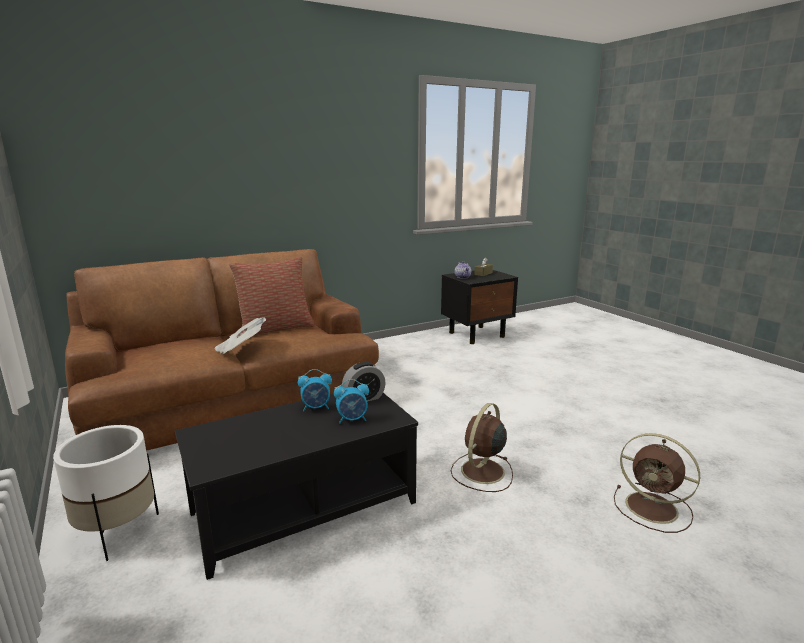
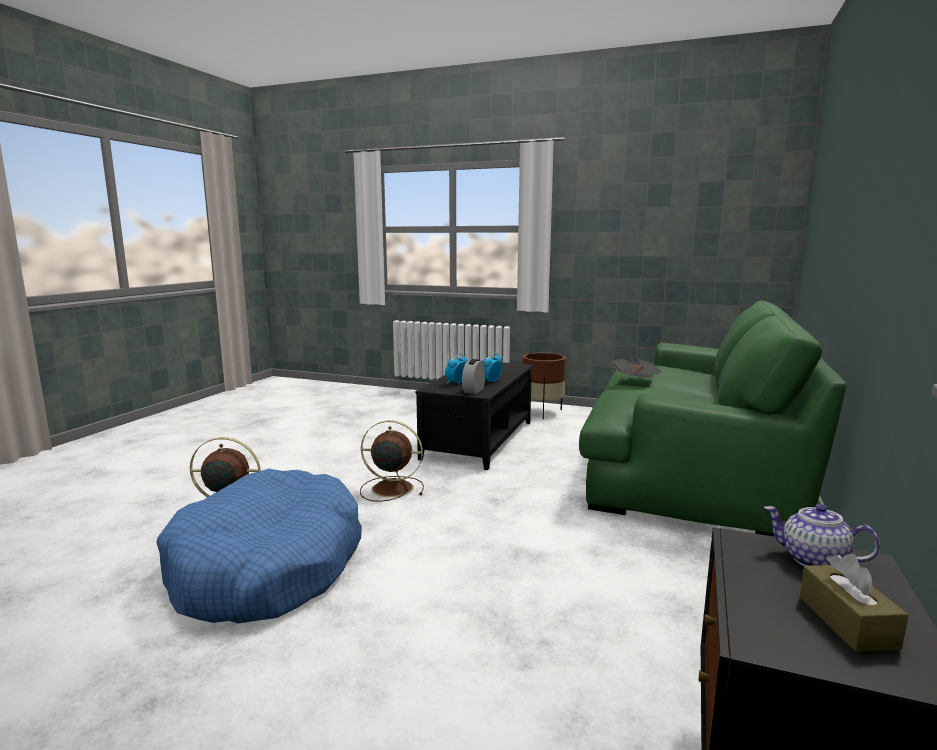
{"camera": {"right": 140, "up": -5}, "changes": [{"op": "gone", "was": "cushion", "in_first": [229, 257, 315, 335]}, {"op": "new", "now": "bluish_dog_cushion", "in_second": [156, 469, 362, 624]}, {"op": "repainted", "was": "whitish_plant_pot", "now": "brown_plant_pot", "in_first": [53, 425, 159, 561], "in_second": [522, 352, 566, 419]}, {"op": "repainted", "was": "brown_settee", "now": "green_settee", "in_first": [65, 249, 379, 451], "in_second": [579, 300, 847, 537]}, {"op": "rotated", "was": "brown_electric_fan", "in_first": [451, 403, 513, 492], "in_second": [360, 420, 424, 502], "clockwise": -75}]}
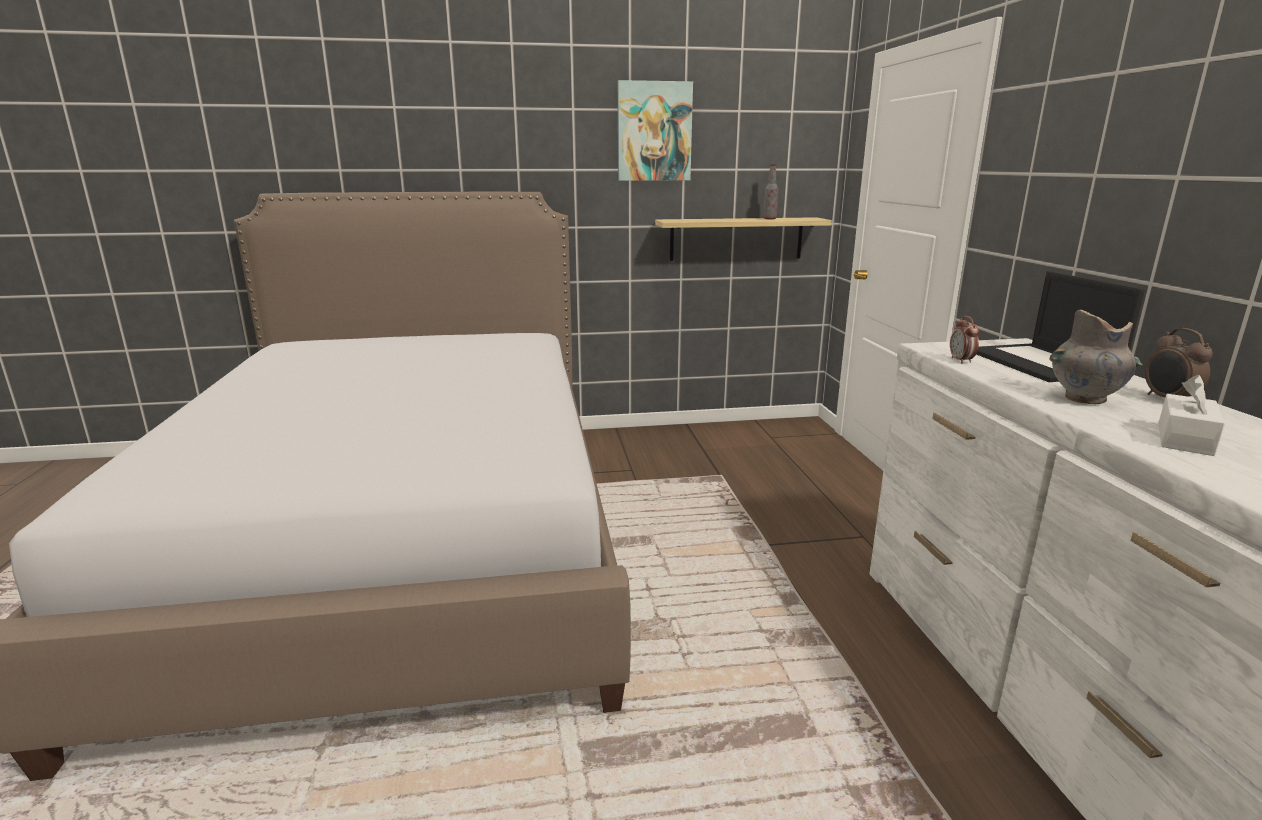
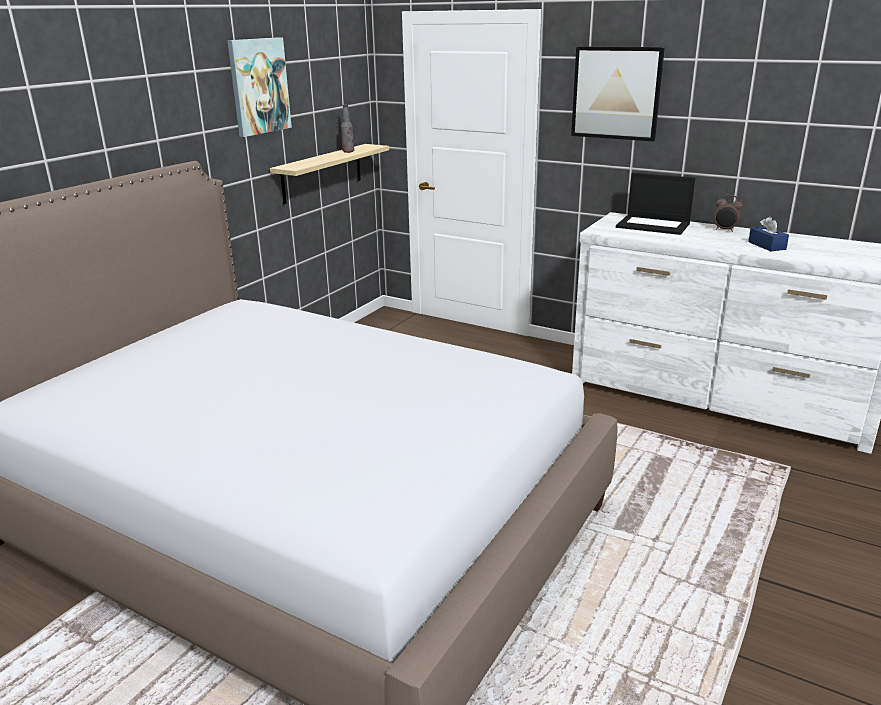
{"camera": {"right": -50, "up": 5}, "changes": [{"op": "gone", "was": "table_clock", "in_first": [950, 316, 979, 364]}, {"op": "gone", "was": "grey_vase", "in_first": [1050, 310, 1143, 404]}, {"op": "new", "now": "wall_art", "in_second": [571, 47, 665, 142]}, {"op": "repainted", "was": "whitish_tissue_holder", "now": "bluish_tissue_holder", "in_first": [1158, 375, 1225, 456], "in_second": [748, 217, 789, 251]}]}
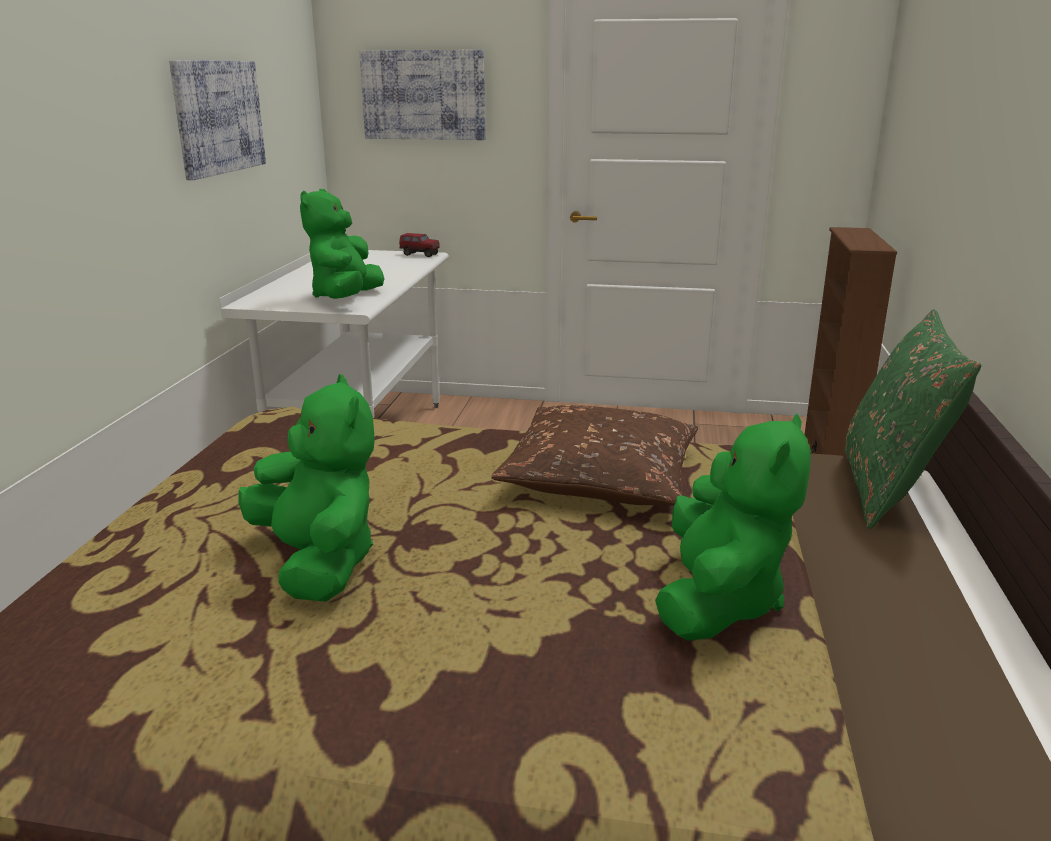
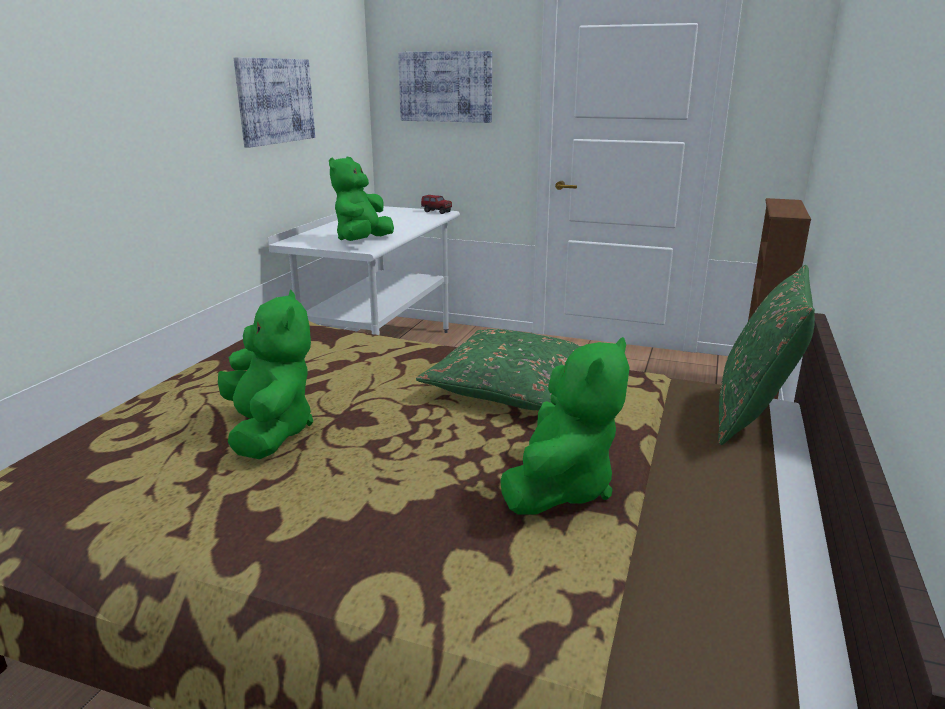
{"camera": {"right": 10, "up": 0}, "changes": [{"op": "repainted", "was": "brown_cushion", "now": "green_cushion", "in_first": [491, 405, 698, 506], "in_second": [416, 329, 581, 410]}]}
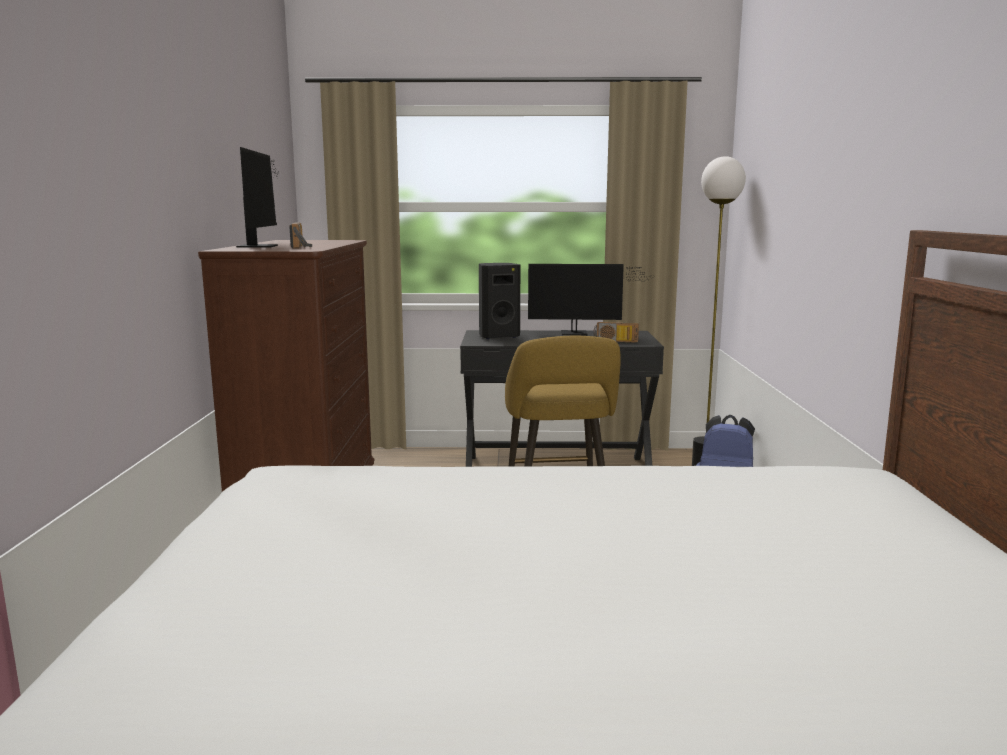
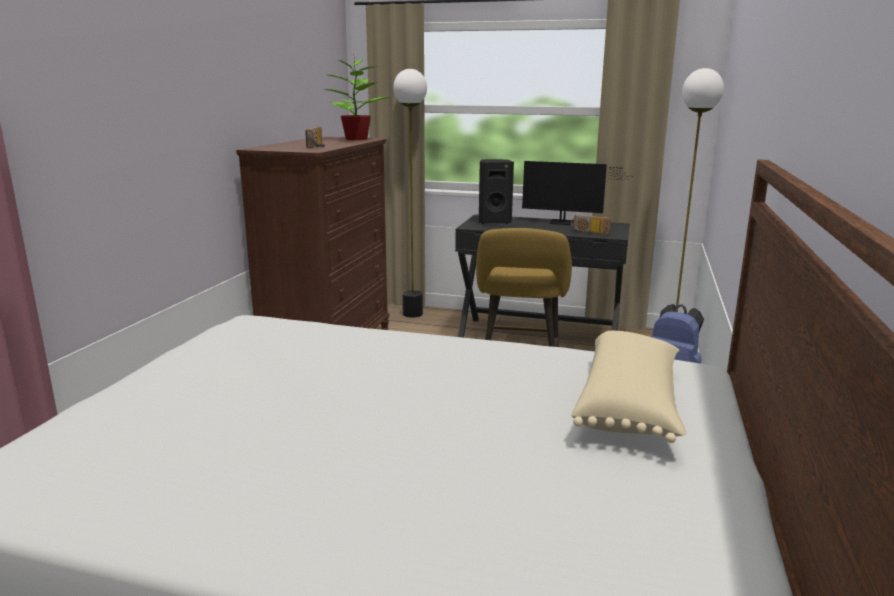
{"camera": {"right": 15, "up": 5}, "changes": [{"op": "gone", "was": "computer_display", "in_first": [236, 147, 278, 248]}, {"op": "new", "now": "houseplant", "in_second": [324, 54, 390, 140]}, {"op": "new", "now": "standard_lamp", "in_second": [393, 69, 427, 318]}, {"op": "new", "now": "sand-coloured_cushion", "in_second": [571, 331, 686, 443]}]}
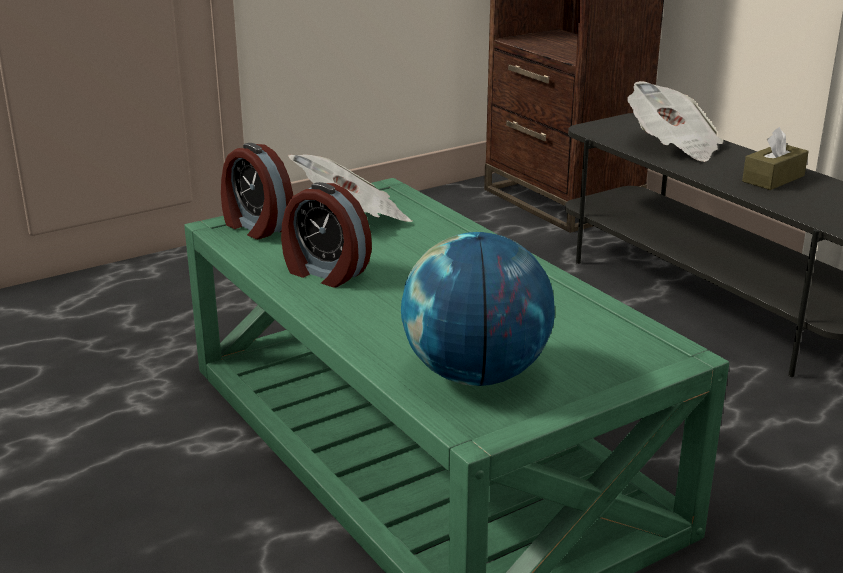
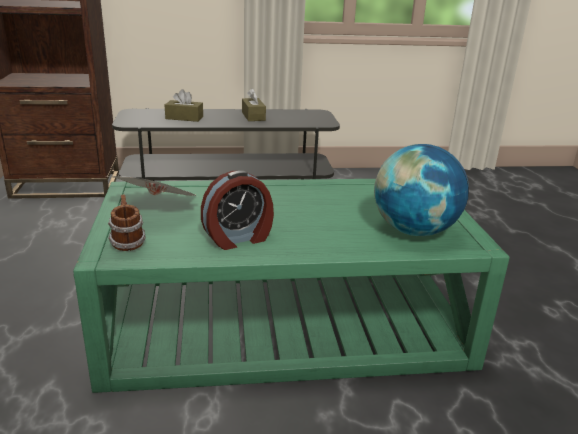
{"camera": {"right": -65, "up": 0}, "changes": [{"op": "swapped", "was": "table_clock", "now": "tea_mug", "in_first": [221, 143, 293, 239], "in_second": [108, 194, 146, 251]}, {"op": "swapped", "was": "newspaper", "now": "brown_tissue_holder", "in_first": [627, 81, 723, 162], "in_second": [165, 89, 203, 122]}]}
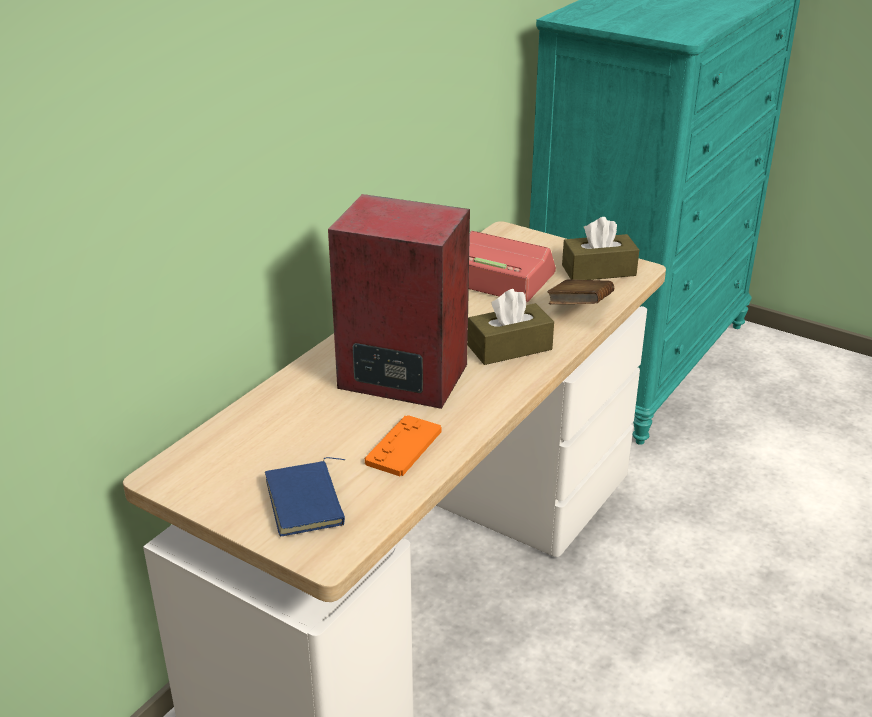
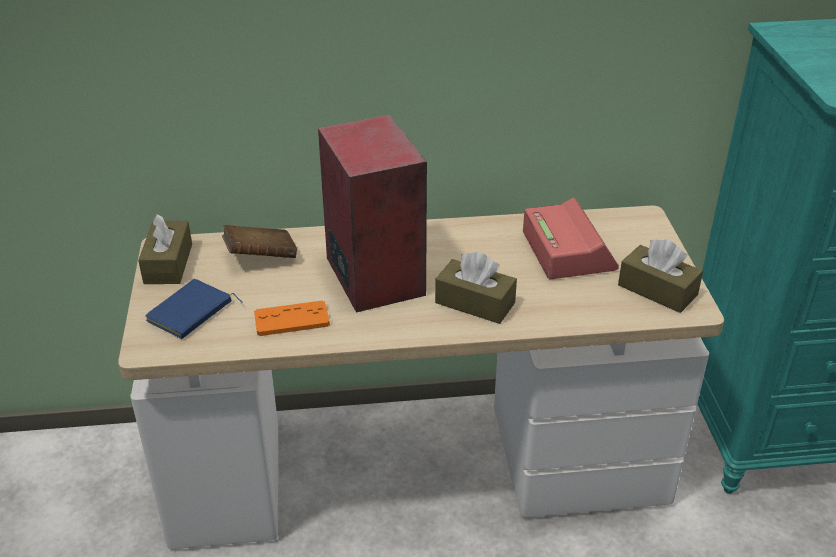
{"camera": {"right": 50, "up": 5}, "changes": [{"op": "new", "now": "brown_tissue_holder", "in_second": [138, 214, 192, 284]}, {"op": "shifted", "was": "brown_book", "in_first": [547, 279, 614, 304], "in_second": [222, 225, 297, 258]}]}
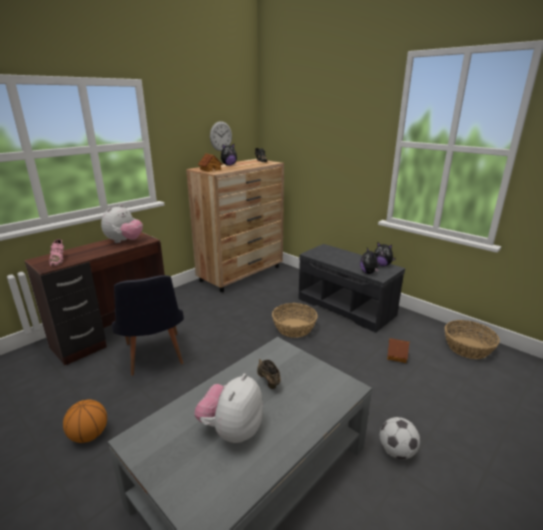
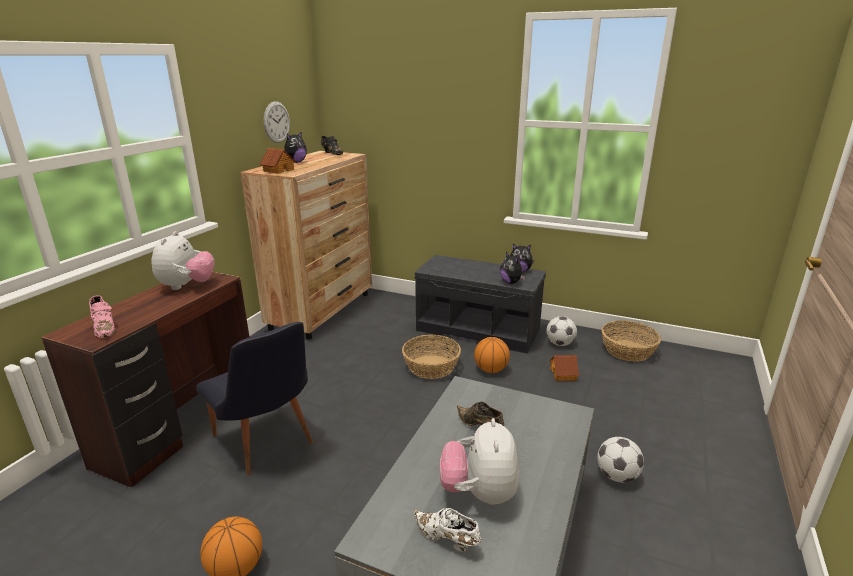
{"camera": {"right": -20, "up": 0}, "changes": [{"op": "new", "now": "whitish_shoe", "in_second": [414, 508, 481, 552]}, {"op": "new", "now": "basketball_ball", "in_second": [474, 337, 510, 373]}, {"op": "new", "now": "football_ball", "in_second": [546, 316, 577, 346]}]}
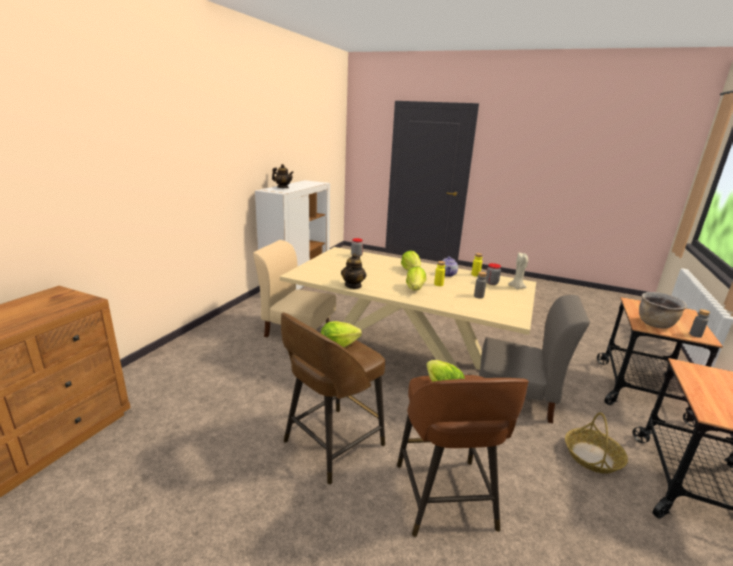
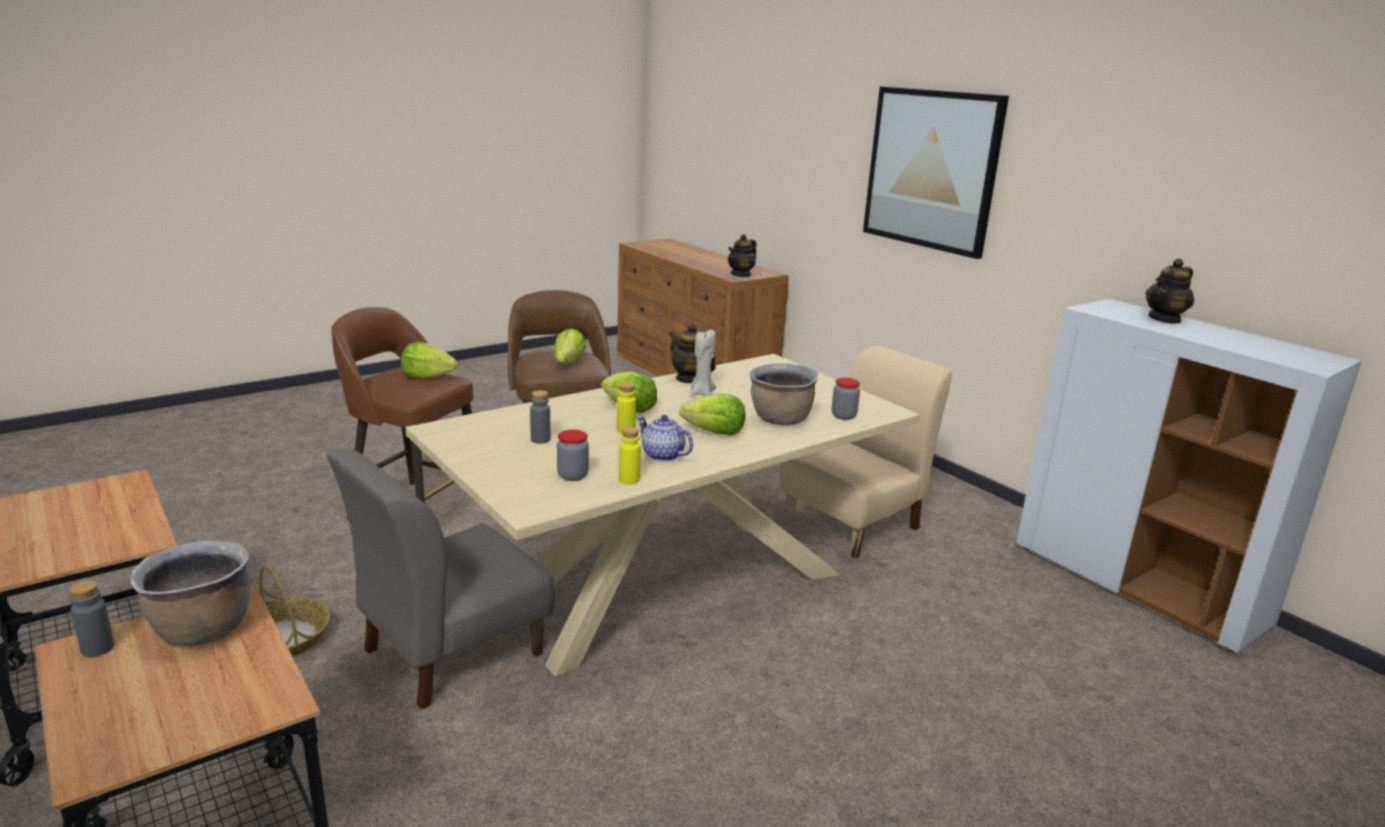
{"camera": {"right": 120, "up": 0}, "changes": [{"op": "new", "now": "tea_pot", "in_second": [728, 234, 757, 277]}, {"op": "new", "now": "brown_cooking_pot", "in_second": [750, 363, 818, 425]}, {"op": "new", "now": "wall_art", "in_second": [863, 87, 1009, 259]}, {"op": "shifted", "was": "sand-coloured_wax_light", "in_first": [508, 253, 528, 289], "in_second": [690, 330, 716, 396]}]}
